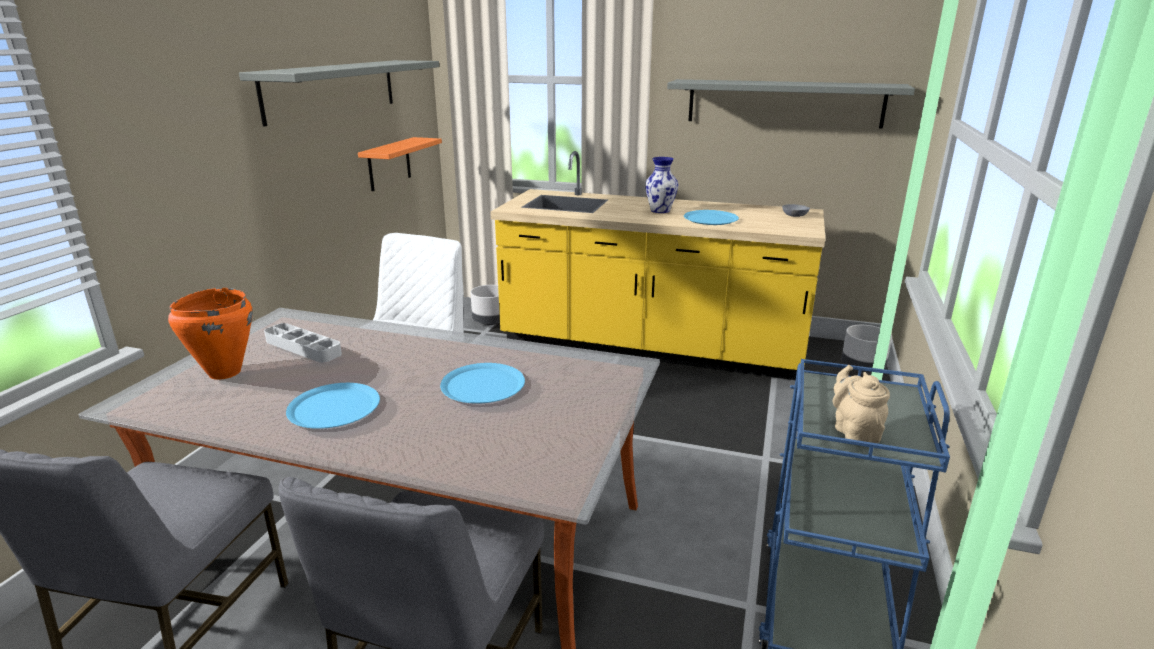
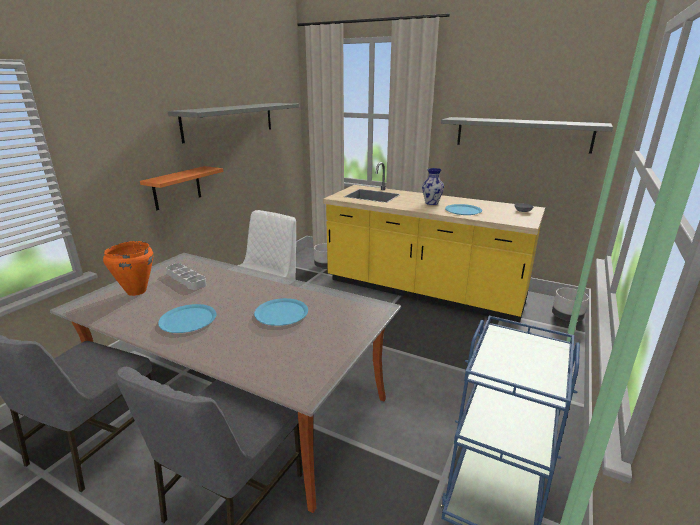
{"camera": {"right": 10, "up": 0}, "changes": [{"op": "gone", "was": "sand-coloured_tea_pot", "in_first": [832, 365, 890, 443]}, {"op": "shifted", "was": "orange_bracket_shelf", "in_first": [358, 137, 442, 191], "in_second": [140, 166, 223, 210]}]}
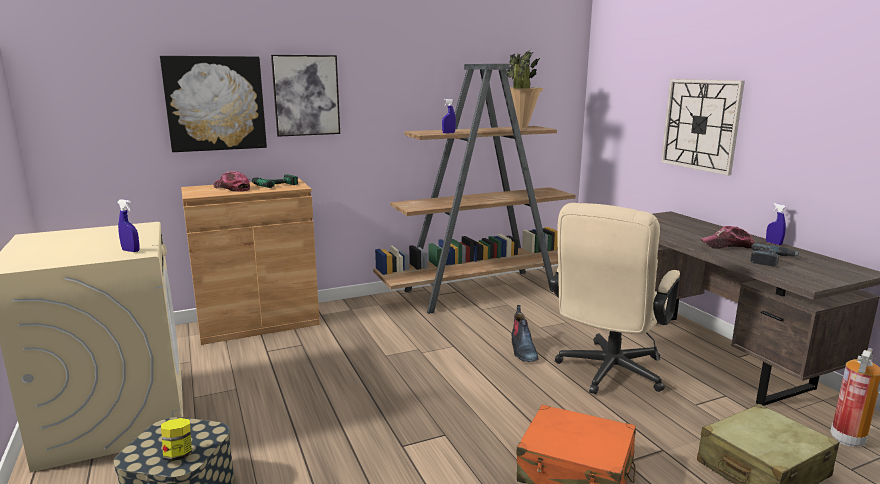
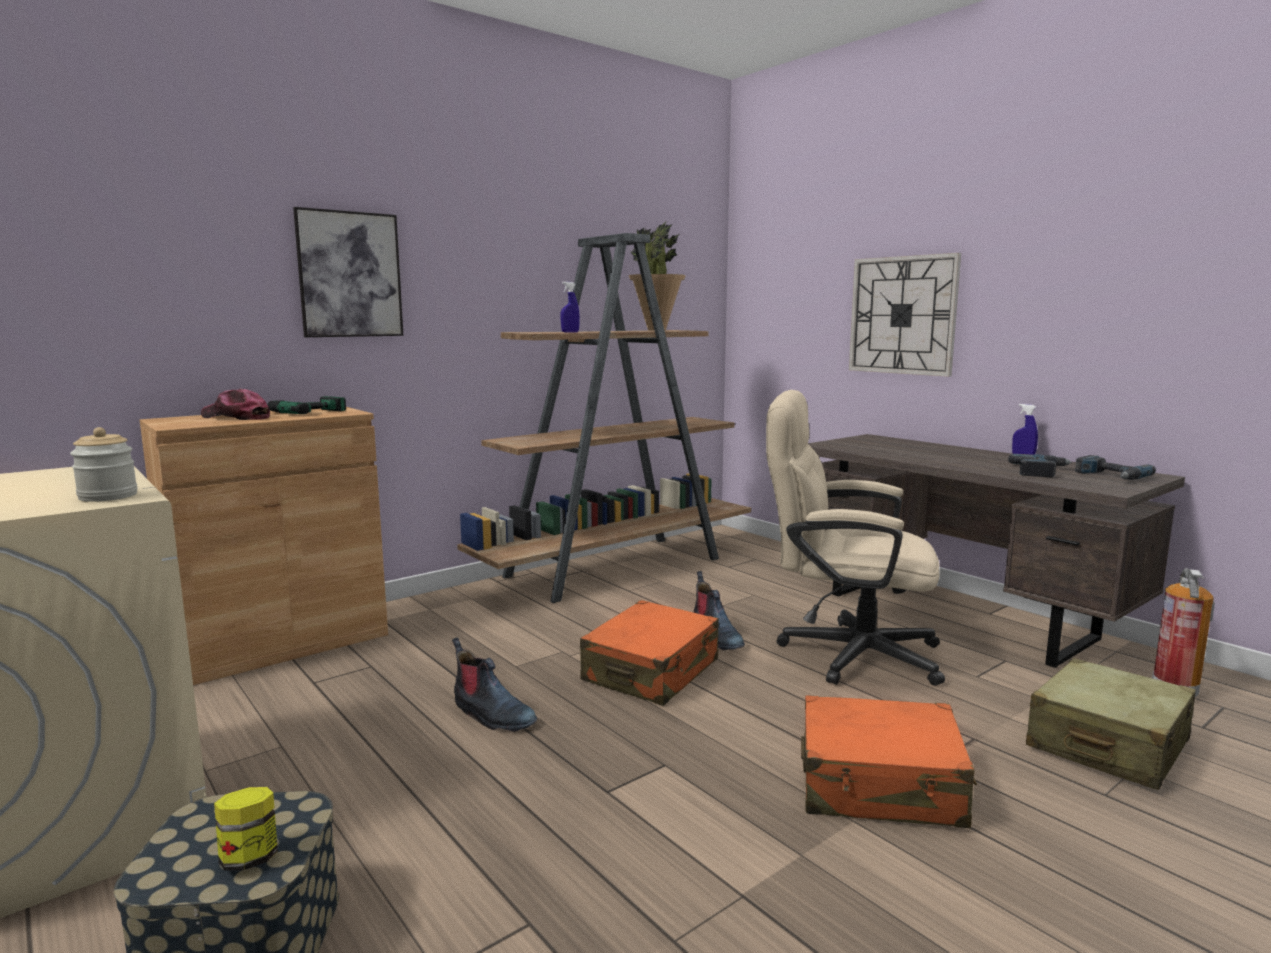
{"camera": {"right": -15, "up": -5}, "changes": [{"op": "gone", "was": "wall_art", "in_first": [160, 56, 267, 152]}, {"op": "gone", "was": "cap", "in_first": [700, 226, 754, 249]}, {"op": "new", "now": "boot", "in_second": [452, 637, 537, 732]}, {"op": "new", "now": "orange_suitcase", "in_second": [580, 600, 719, 706]}, {"op": "new", "now": "drill", "in_second": [1075, 455, 1156, 480]}, {"op": "swapped", "was": "bluish_hand_sprayer", "now": "storage_jar", "in_first": [118, 199, 140, 252], "in_second": [70, 427, 138, 502]}, {"op": "rotated", "was": "sand-coloured_computer_chair", "in_first": [550, 203, 680, 394], "in_second": [766, 390, 945, 686], "clockwise": 90}]}
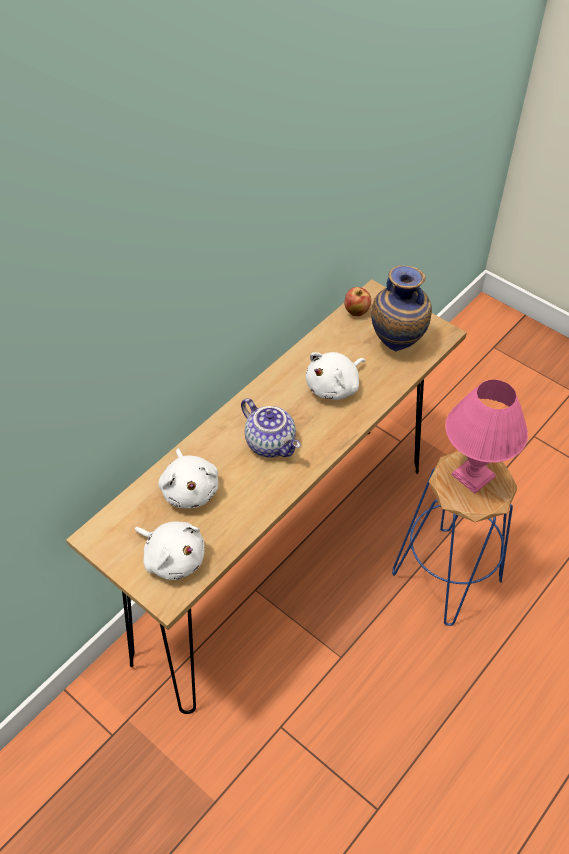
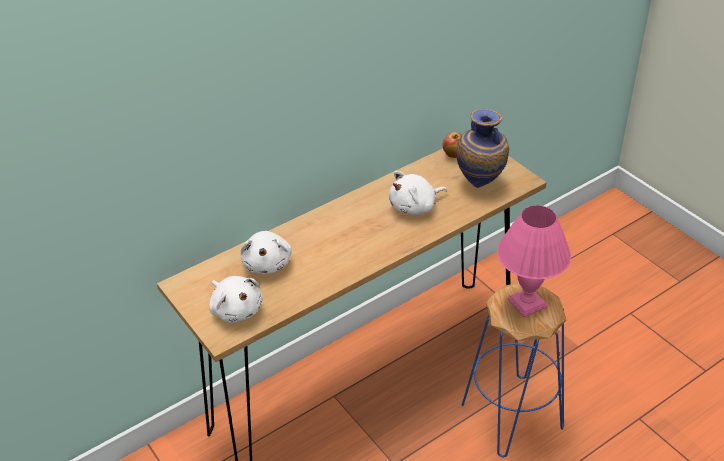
{"camera": {"right": 15, "up": -10}, "changes": [{"op": "gone", "was": "tea_pot", "in_first": [241, 398, 300, 458]}]}
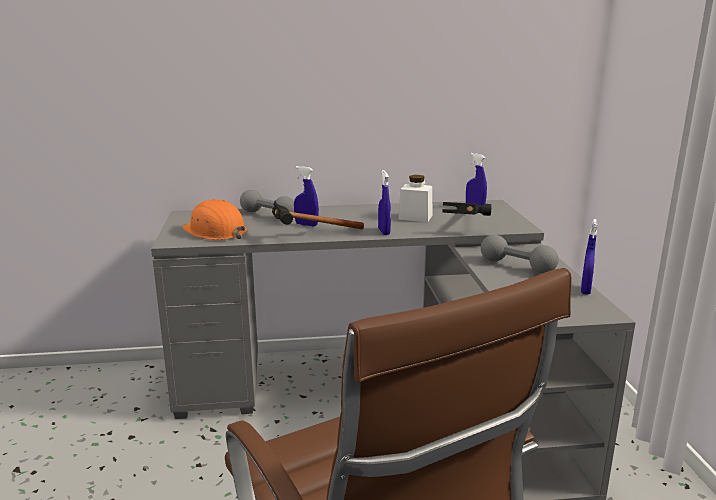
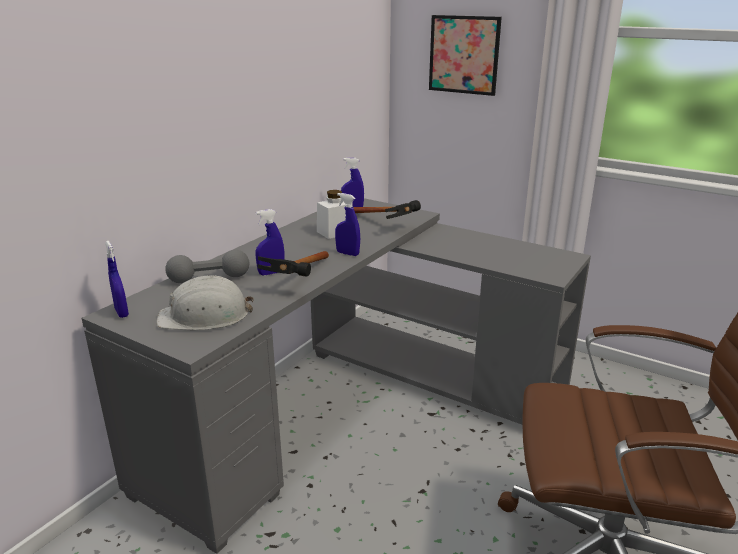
{"camera": {"right": -50, "up": 5}, "changes": [{"op": "gone", "was": "grey_hand_weight", "in_first": [481, 235, 559, 273]}, {"op": "new", "now": "wall_art", "in_second": [429, 15, 502, 96]}, {"op": "shifted", "was": "bluish_hand_sprayer", "in_first": [581, 219, 597, 295], "in_second": [105, 241, 129, 318]}, {"op": "repainted", "was": "orange_safety_helmet", "now": "whitish_safety_helmet", "in_first": [182, 199, 247, 240], "in_second": [157, 275, 254, 331]}]}
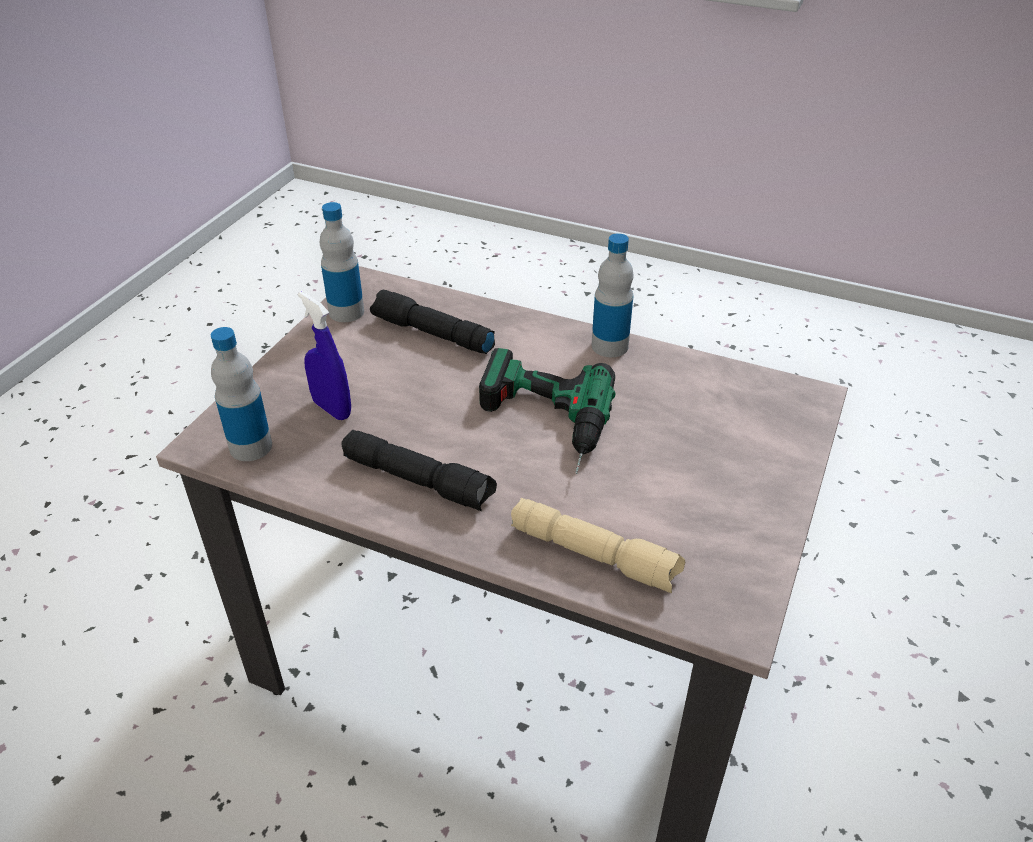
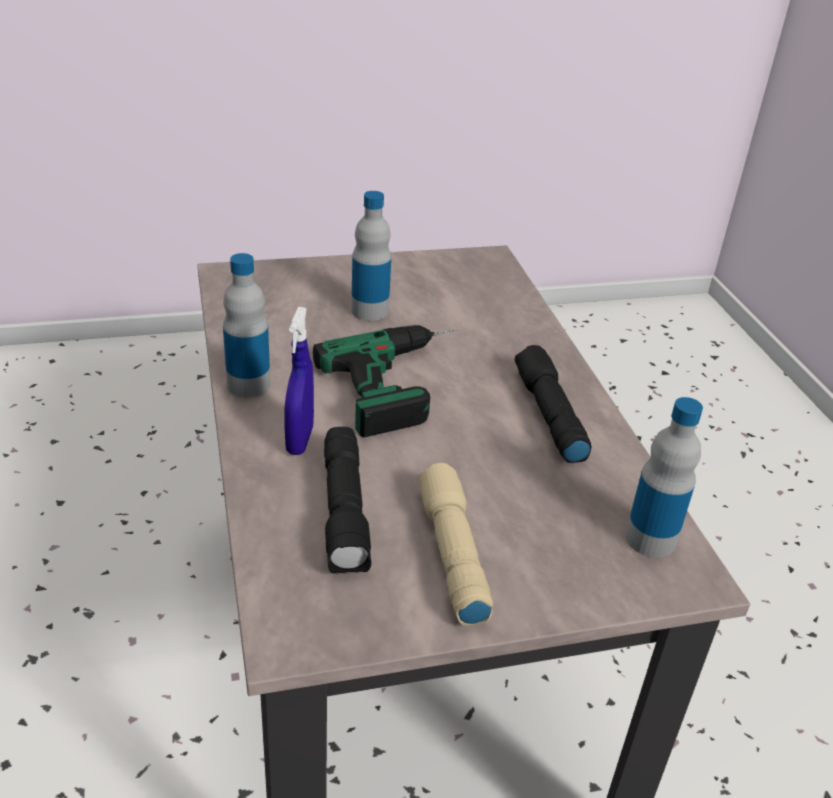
{"camera": {"right": -130, "up": -5}, "changes": [{"op": "shifted", "was": "bluish_hand_sprayer", "in_first": [298, 291, 351, 420], "in_second": [284, 307, 314, 455]}, {"op": "shifted", "was": "beverage_bottle", "in_first": [320, 202, 364, 322], "in_second": [351, 191, 391, 321]}, {"op": "shifted", "was": "sand-coloured_torch", "in_first": [511, 498, 685, 593], "in_second": [418, 463, 493, 625]}]}
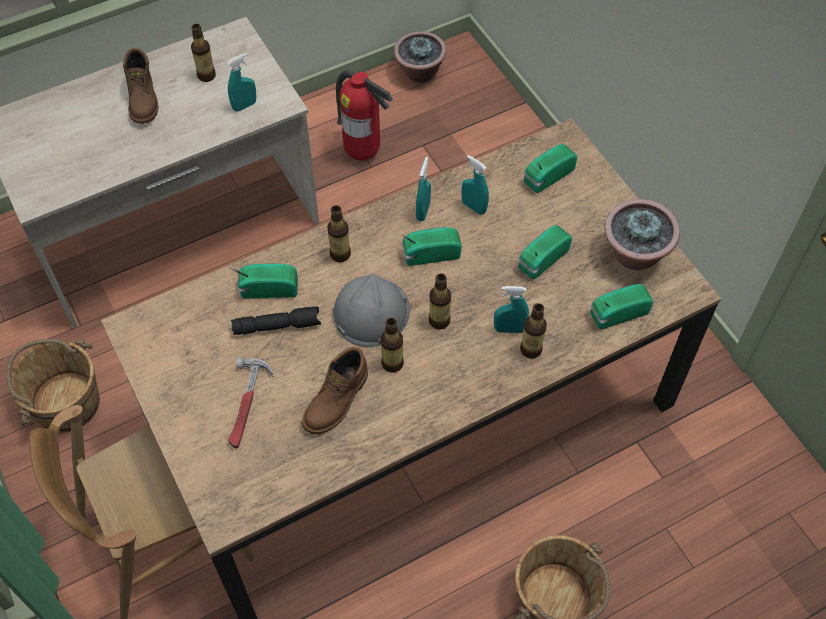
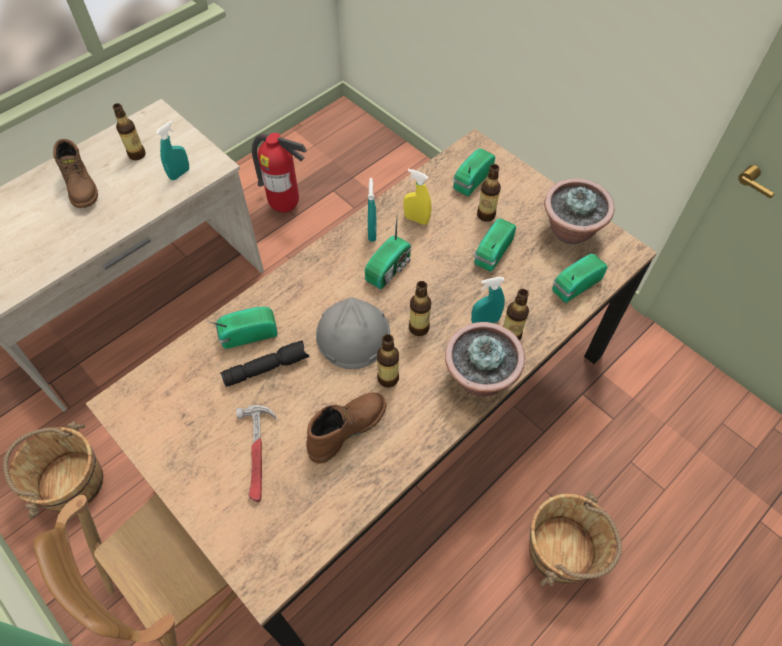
{"camera": {"right": -15, "up": 0}, "changes": [{"op": "shifted", "was": "beverage_bottle", "in_first": [327, 205, 351, 262], "in_second": [477, 164, 501, 222]}, {"op": "shifted", "was": "houseplant", "in_first": [394, 31, 446, 83], "in_second": [445, 322, 525, 396]}, {"op": "repainted", "was": "blue-green_hand_sprayer", "now": "yellow-coloured_hand_sprayer", "in_first": [461, 155, 489, 215], "in_second": [403, 169, 431, 225]}, {"op": "rotated", "was": "brown_boot", "in_first": [302, 347, 368, 435], "in_second": [306, 392, 387, 464], "clockwise": -150}, {"op": "rotated", "was": "radio", "in_first": [402, 227, 462, 266], "in_second": [365, 211, 412, 289], "clockwise": 150}]}
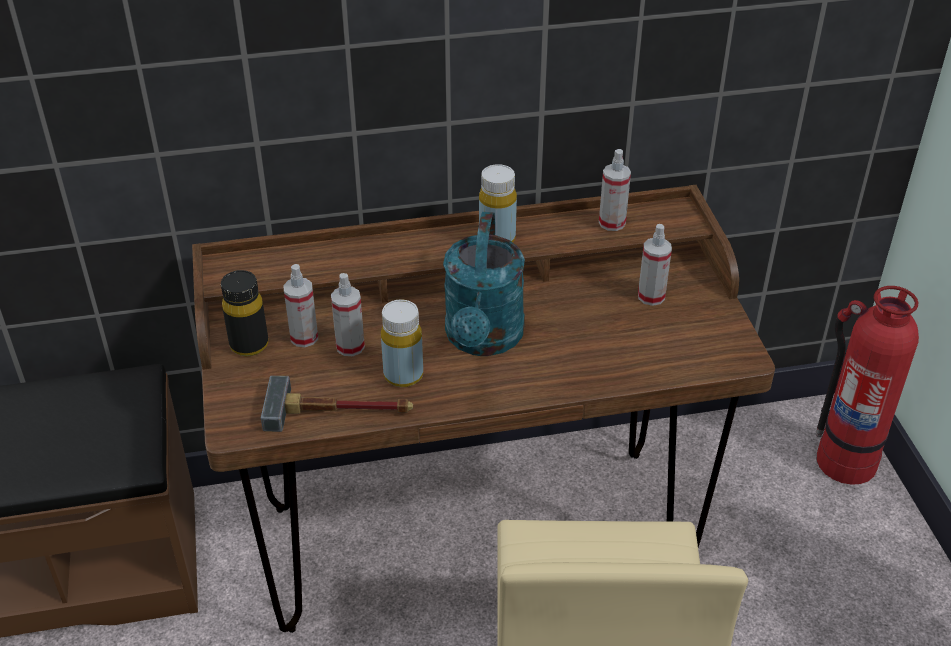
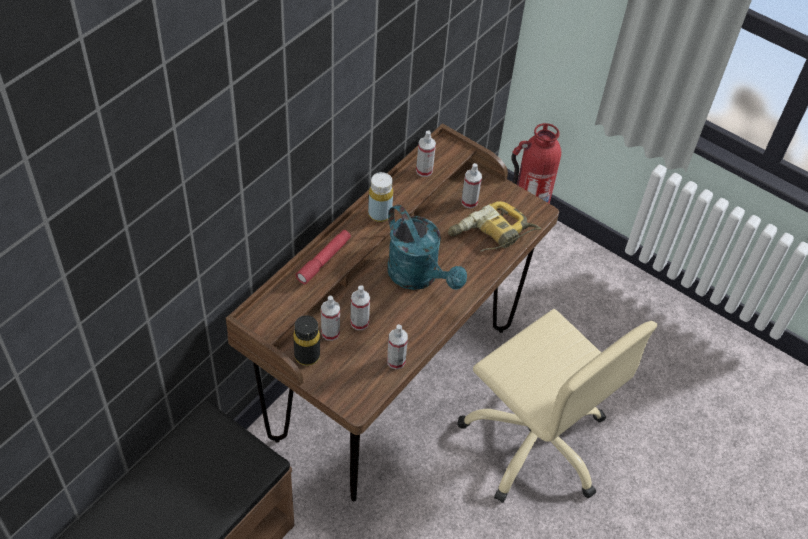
{"camera": {"right": -45, "up": 10}, "changes": [{"op": "gone", "was": "yellow-coloured_beverage_bottle", "in_first": [381, 299, 423, 387]}, {"op": "new", "now": "red-coloured_torch", "in_second": [296, 230, 351, 284]}, {"op": "new", "now": "drill", "in_second": [448, 201, 541, 252]}, {"op": "swapped", "was": "hammer", "now": "hand_sprayer", "in_first": [261, 375, 413, 432], "in_second": [387, 324, 408, 370]}]}
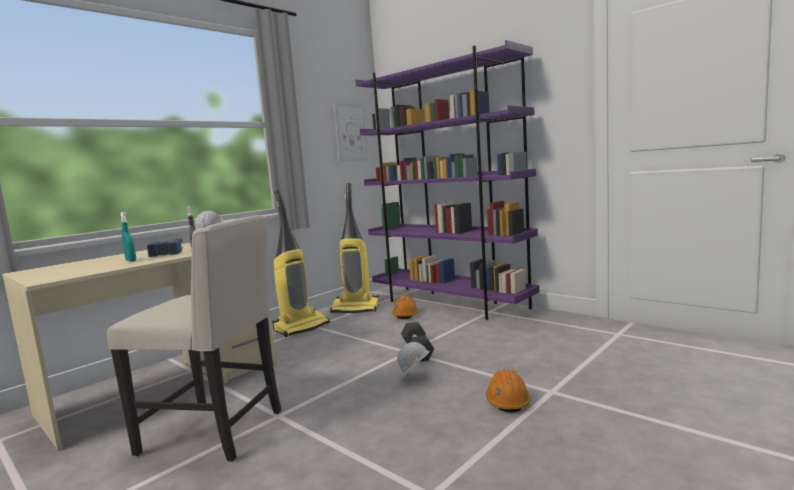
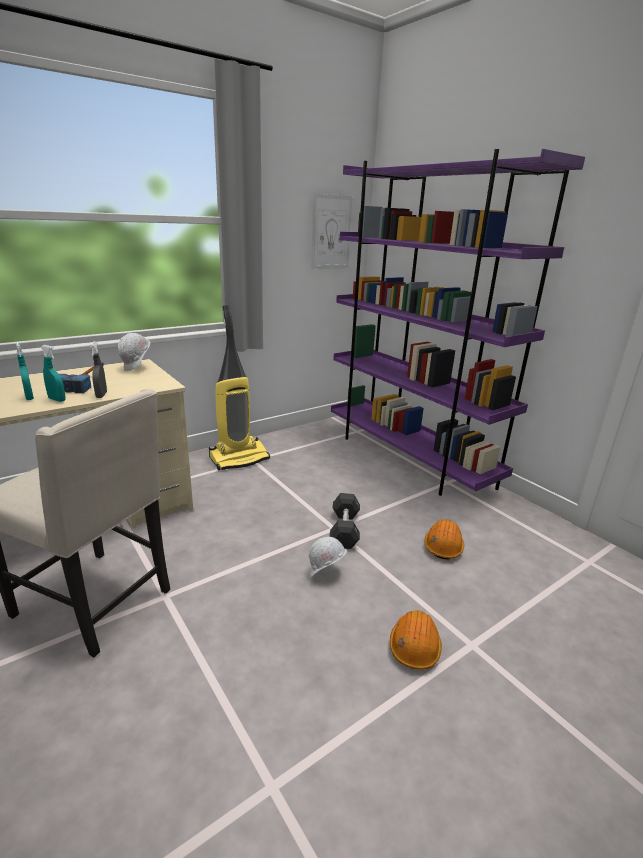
{"camera": {"right": 10, "up": 15}, "changes": [{"op": "gone", "was": "vacuum", "in_first": [330, 183, 379, 313]}, {"op": "new", "now": "blue-green_hand_sprayer", "in_second": [41, 345, 65, 402]}, {"op": "shifted", "was": "orange_safety_helmet", "in_first": [392, 295, 418, 319], "in_second": [424, 519, 465, 560]}]}
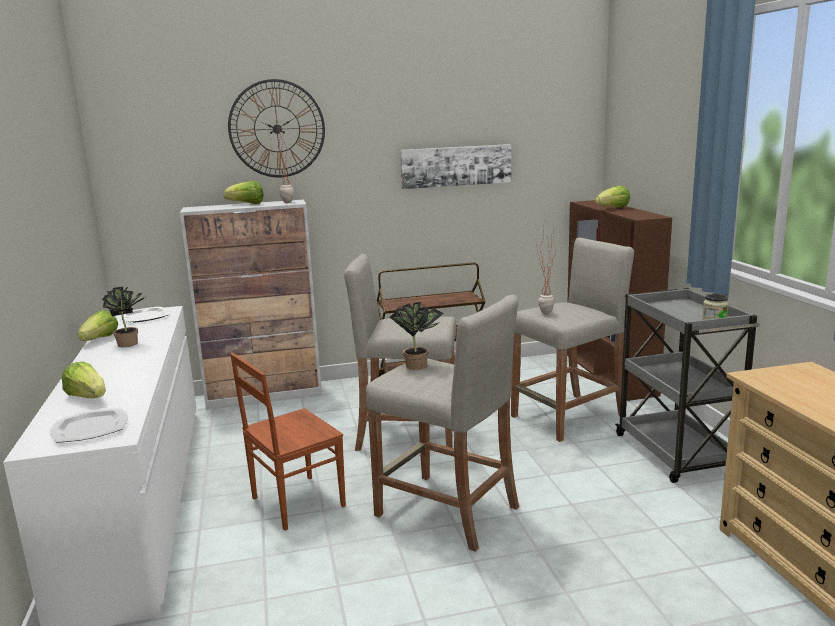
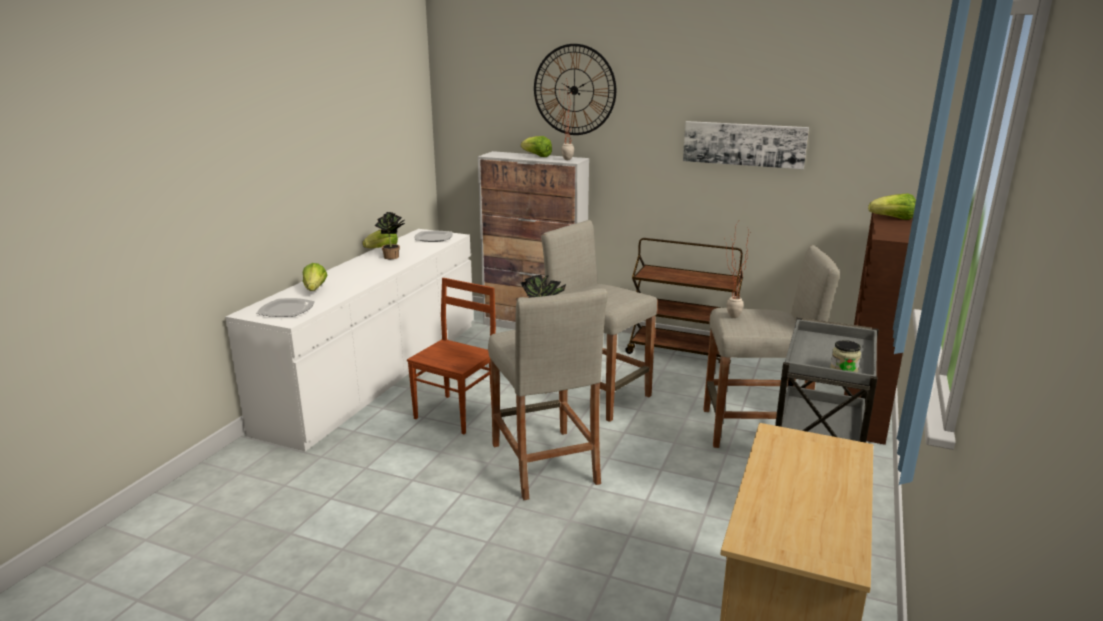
{"camera": {"right": 35, "up": 5}, "changes": [{"op": "rotated", "was": "brown_upright_chair", "in_first": [230, 353, 346, 531], "in_second": [407, 278, 496, 434], "clockwise": 120}]}
